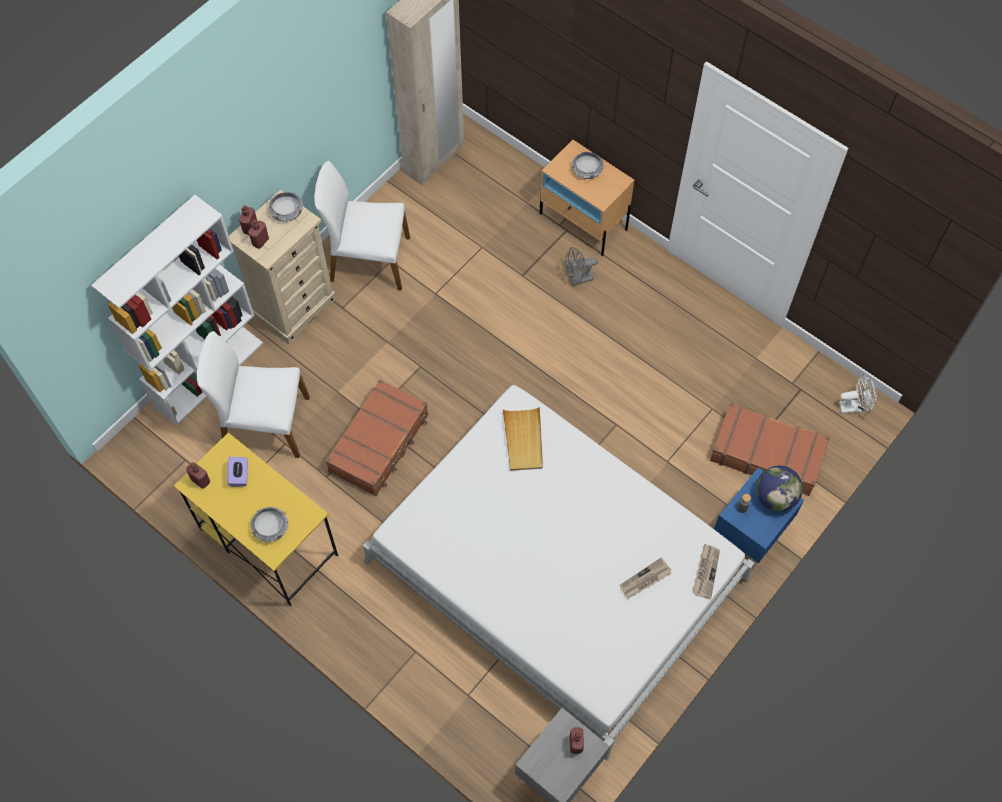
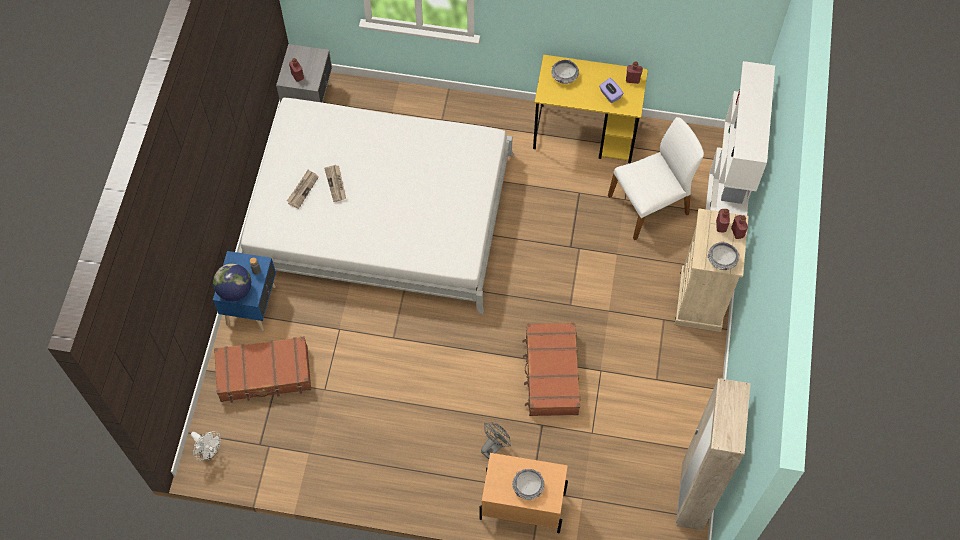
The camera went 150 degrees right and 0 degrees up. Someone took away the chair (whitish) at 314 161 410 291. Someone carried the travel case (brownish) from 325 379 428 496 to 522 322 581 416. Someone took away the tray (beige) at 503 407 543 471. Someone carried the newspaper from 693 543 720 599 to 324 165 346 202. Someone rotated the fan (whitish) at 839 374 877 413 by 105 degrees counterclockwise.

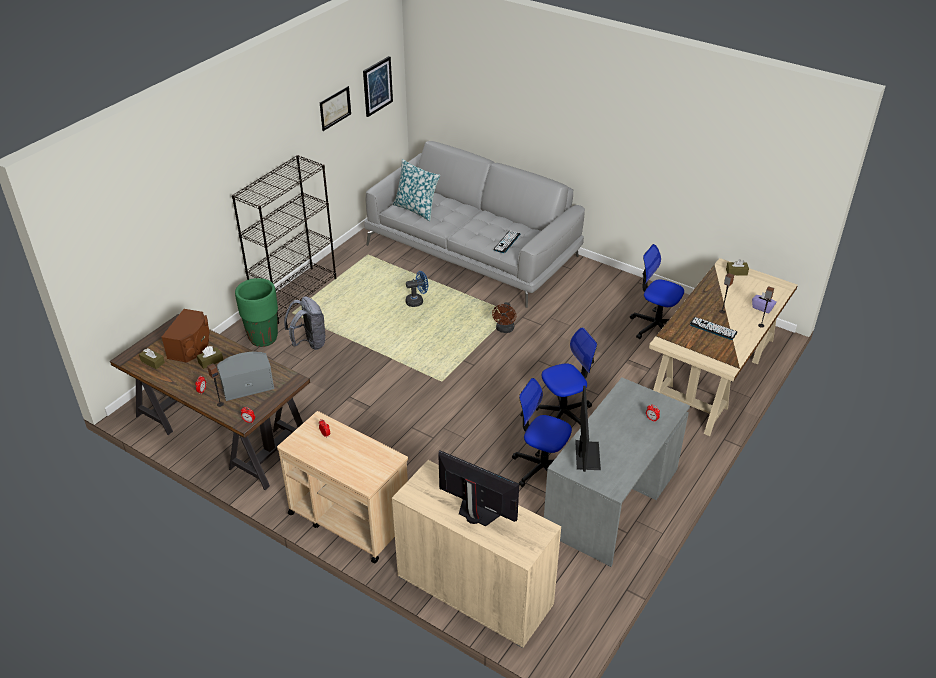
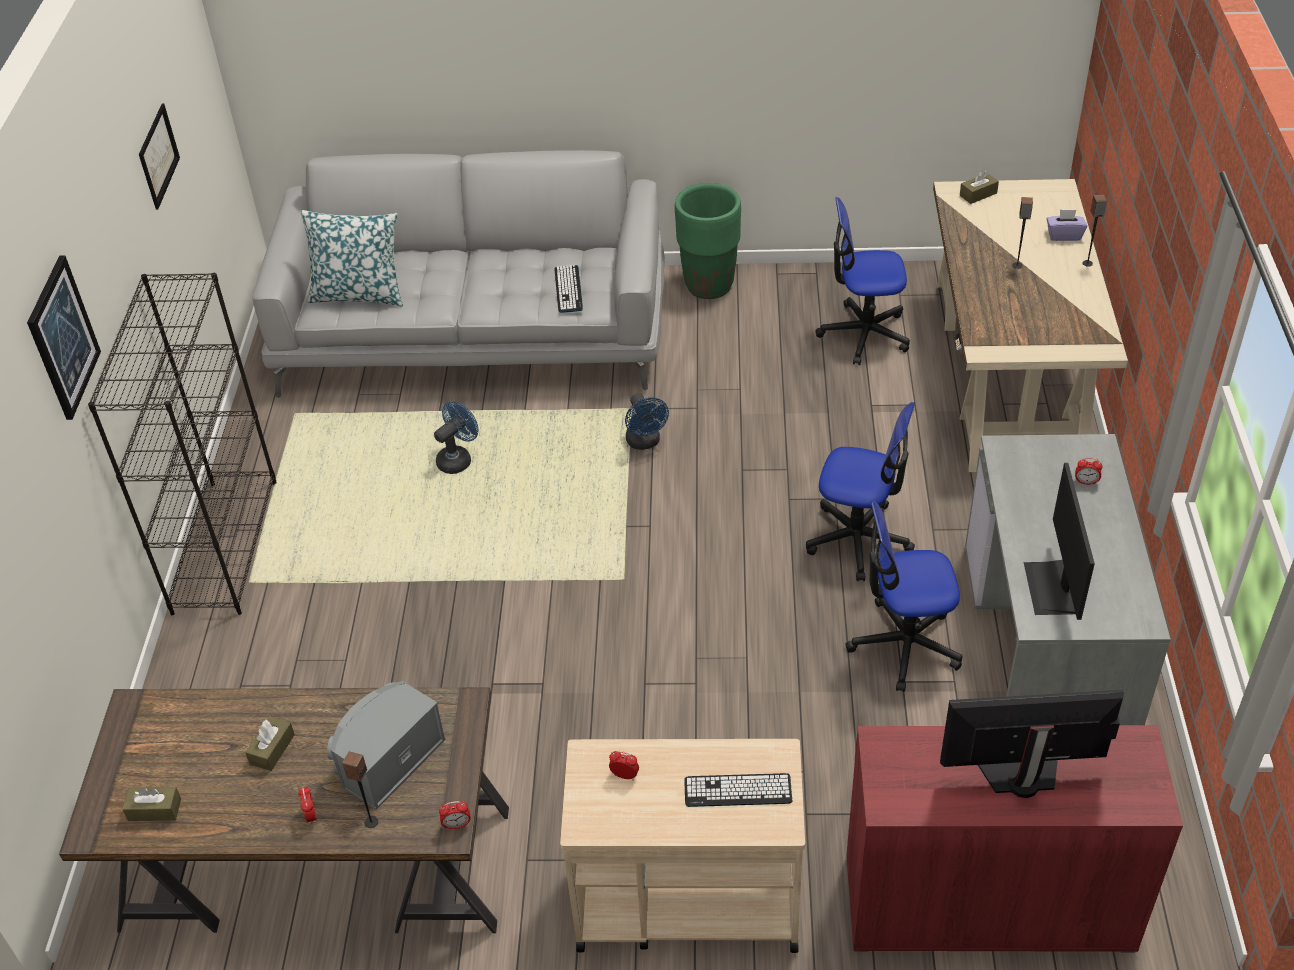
The camera went 30 degrees left and 5 degrees up. Someone took away the loudspeaker (brownish) at 161 309 210 363. Someone carried the plant pot (green) from 235 278 278 347 to 675 183 741 299. Someone took away the backpack (greyish) at 284 296 325 350. Someone carried the wall art from 363 56 393 117 to 27 255 101 420. Someone repainted the storage cabinet (beige) at 392 460 561 648, which became the storage cabinet (red-coloured) at 846 725 1183 953. Someone repainted the fan (brownish) at 492 302 516 333, which became the fan (blue) at 625 393 669 450. Someone rotated the computer chair at 536 327 597 424 by 75 degrees clockwise. Someone rotated the monitor at 575 386 601 472 by 150 degrees counterclockwise. Someone carried the PC keyboard from 690 317 737 340 to 684 773 792 807.

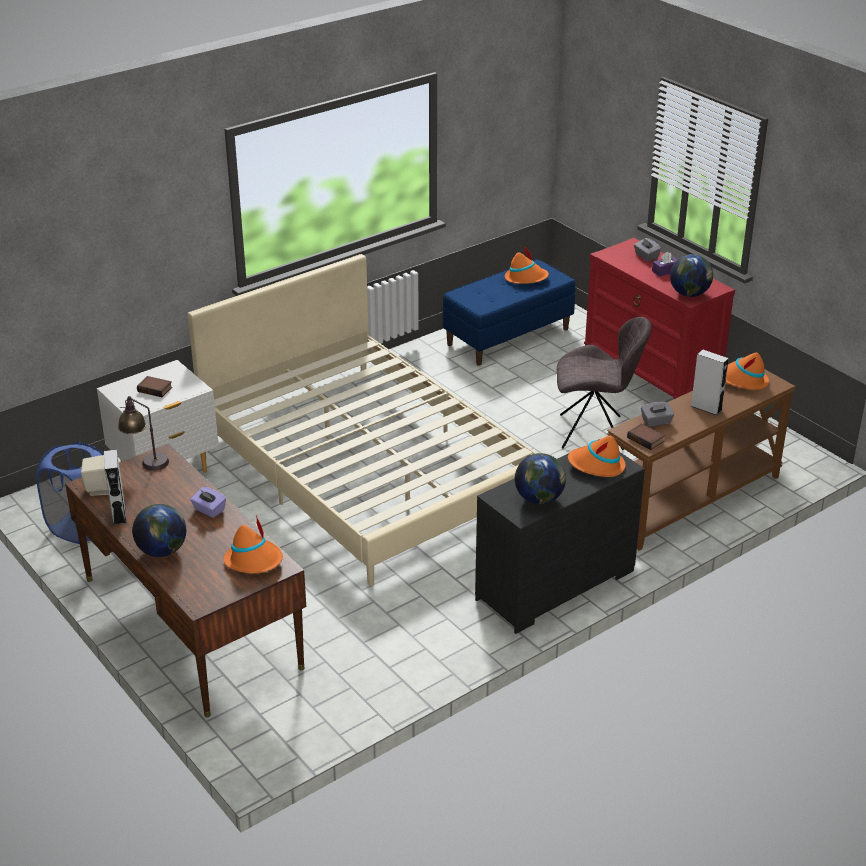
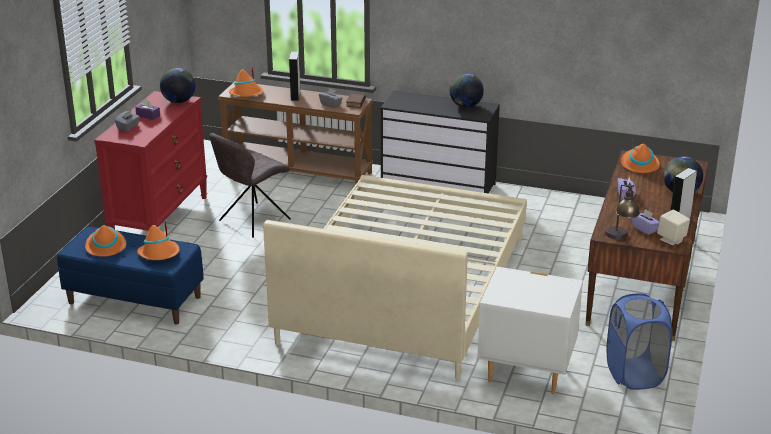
The camera went 125 degrees left and 5 degrees down. Someone took away the volume at 137 376 172 397. Someone rotated the chair (greyish) at 557 317 652 450 by 105 degrees counterclockwise. Someone carried the hat (orangey) from 568 436 626 477 to 137 222 179 260. Someone put down the tissue holder (purple) at 632 209 659 235.

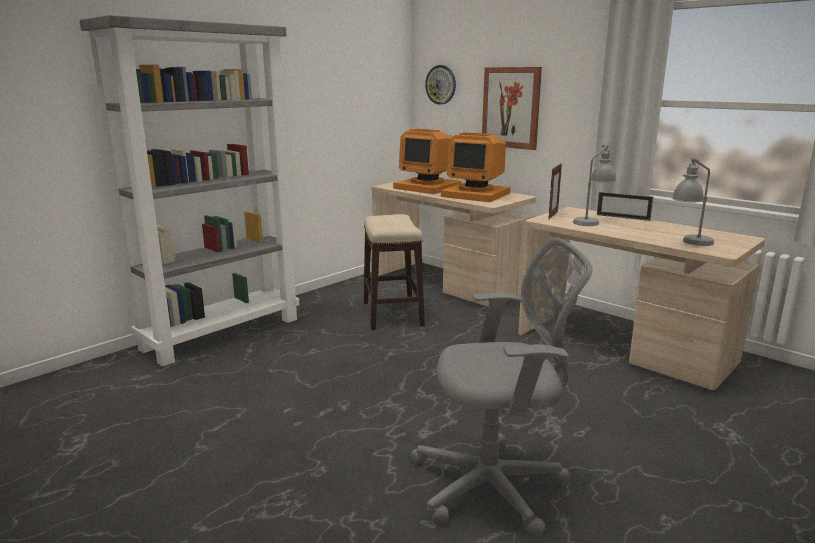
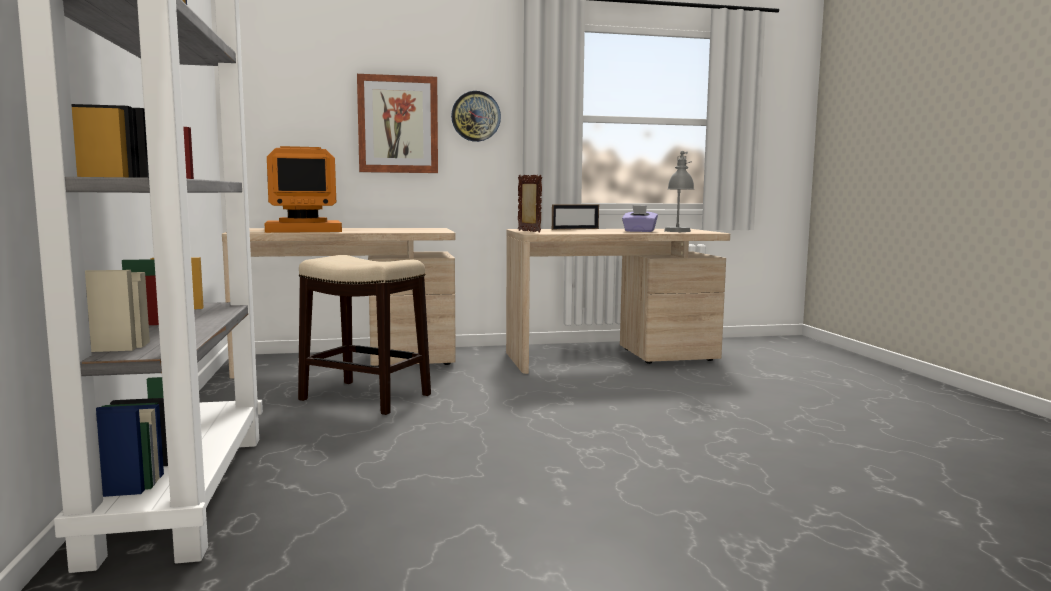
The camera went 55 degrees left and 10 degrees down. Someone took away the computer chair (greyish) at 410 238 593 538. Someone carried the clock on the wall from 425 65 456 105 to 451 91 501 142. Someone took away the monitor at 441 132 510 202. Someone took away the lamp for a table (greyish) at 573 144 616 226. Someone put down the tissue holder (purple) at 622 205 658 232.

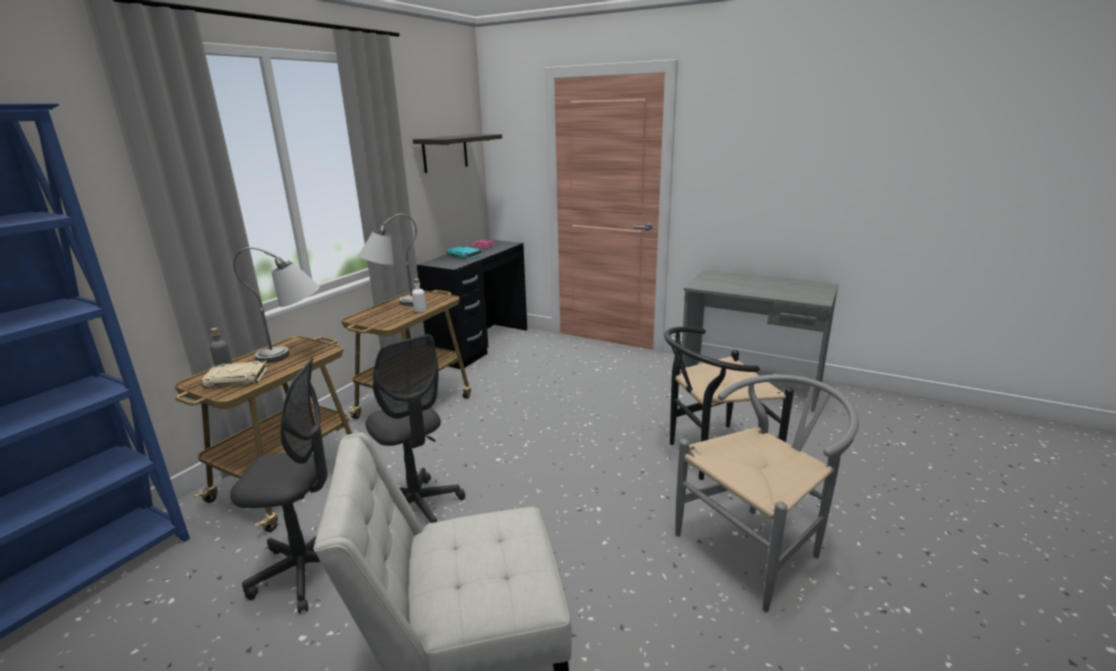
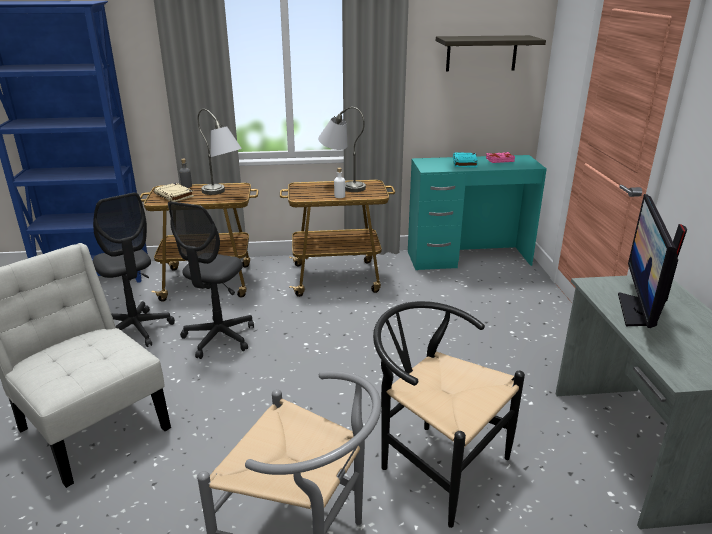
The camera went 55 degrees right and 5 degrees up. Someone repainted the desk unit (black) at 417 240 527 369, which became the desk unit (turquoise) at 408 155 547 270. Someone put down the monitor at 618 194 687 328.

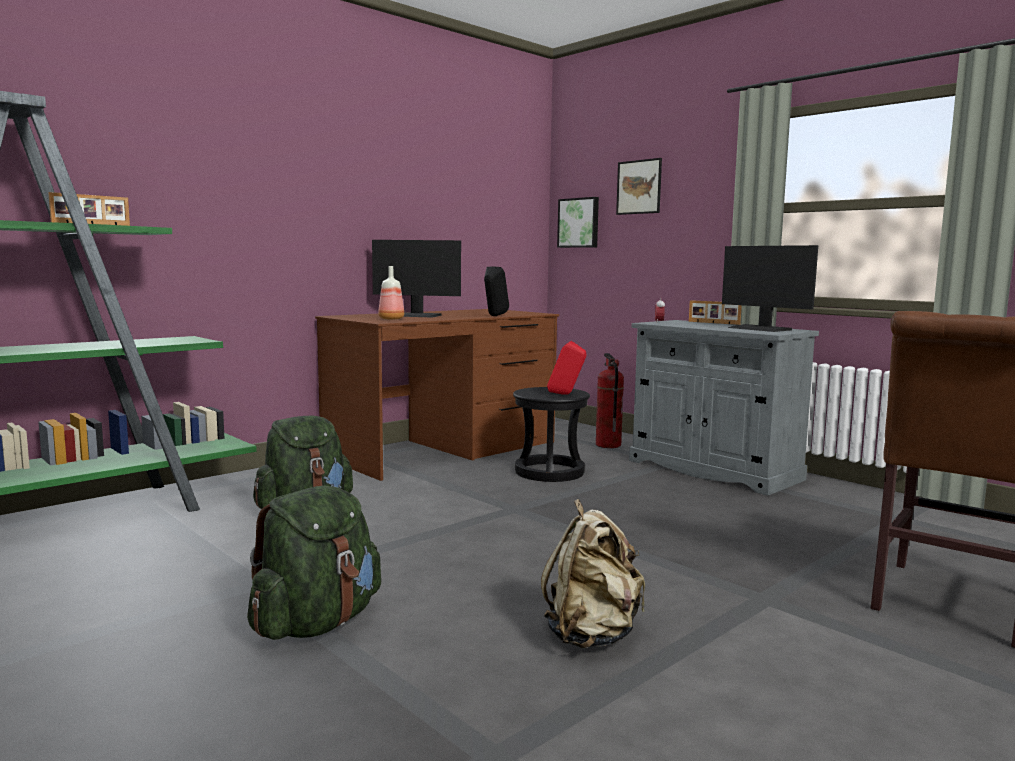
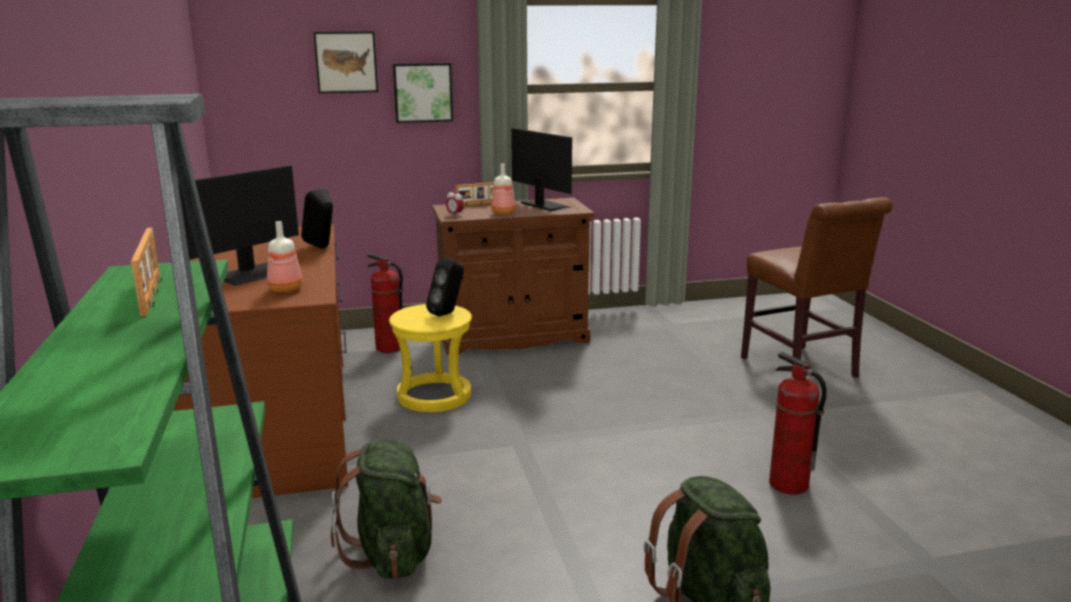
The camera went 60 degrees left and 10 degrees up. Someone repainted the stool (black) at 513 387 590 482, which became the stool (yellow) at 389 304 472 412. Someone swapped the backpack (beige) at 541 499 645 648 for the fire extinguisher at 769 352 827 495. Someone repainted the loudspeaker (red-coloured) at 547 341 586 395, which became the loudspeaker (black) at 426 258 464 317. Someone carried the wall art from 557 197 599 248 to 393 63 453 123. Someone repainted the storage cabinet (greyish) at 629 320 819 495, which became the storage cabinet (brownish) at 432 198 595 356. Someone rotated the monitor at 722 245 818 332 by 120 degrees counterclockwise. Someone put down the bottle at 491 163 516 215.

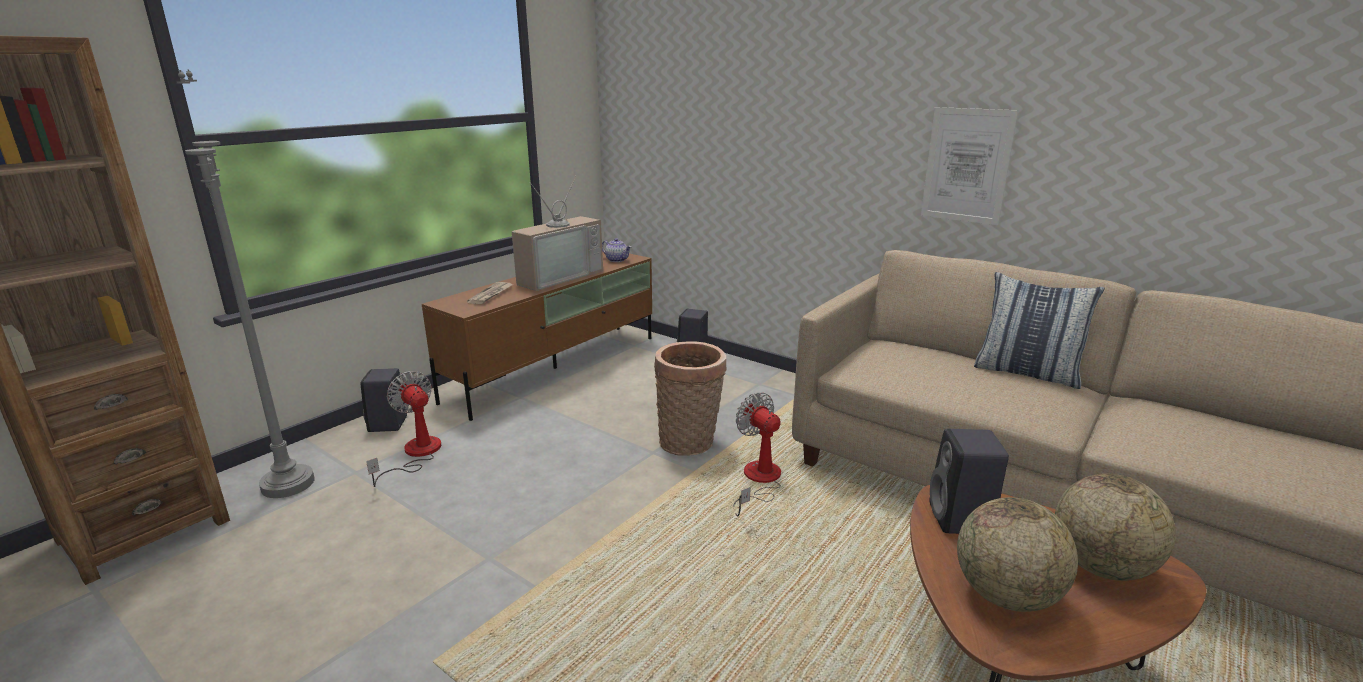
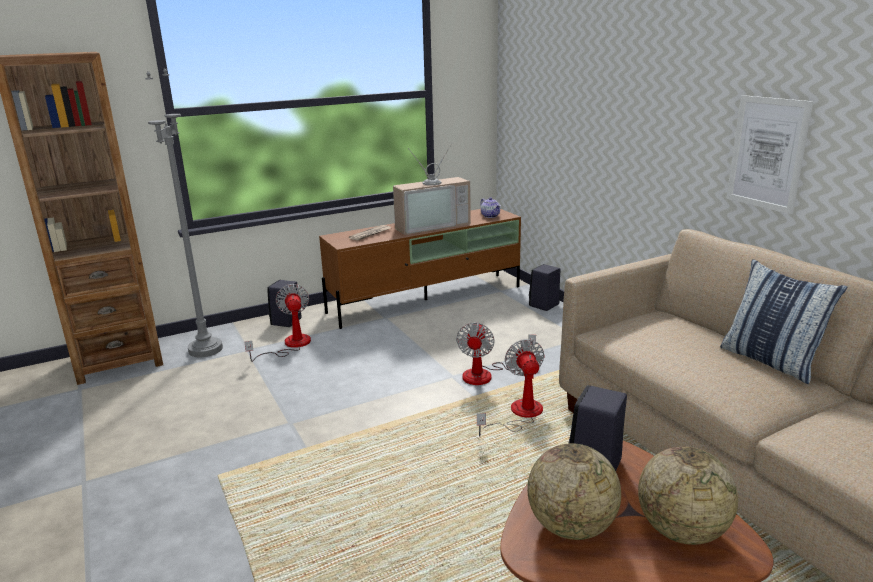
The camera went 25 degrees right and 0 degrees up. Someone swapped the basket at 654 341 727 456 for the fan at 456 322 536 385.

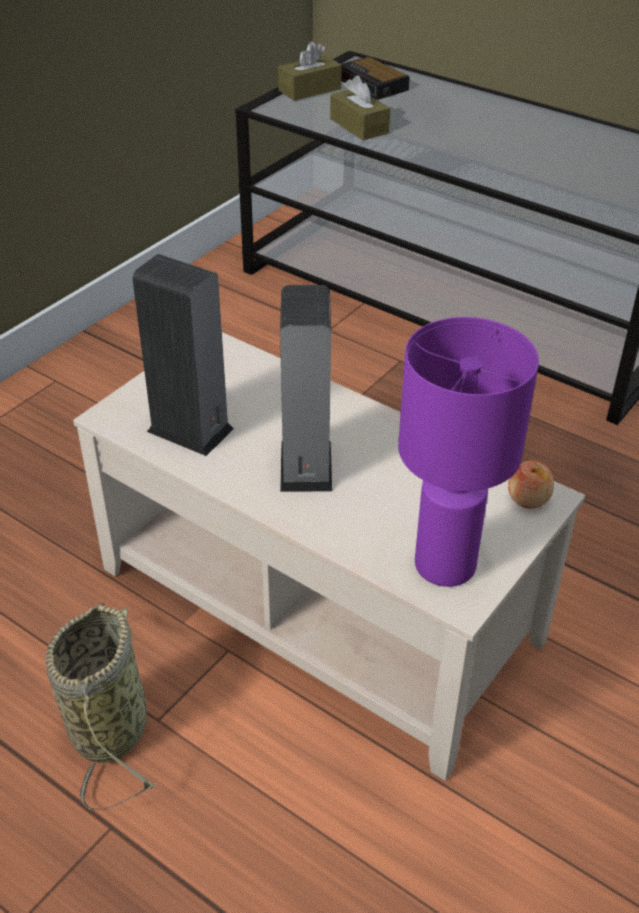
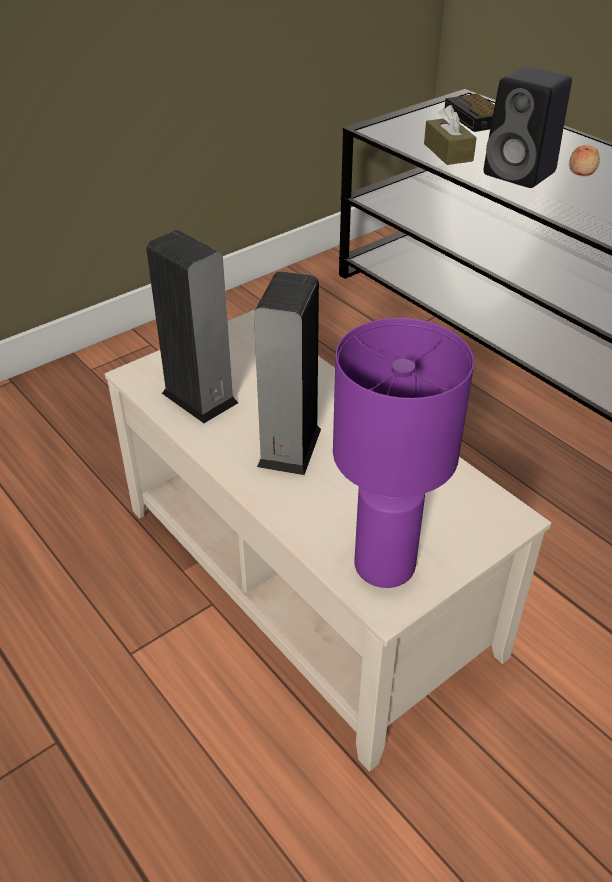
The camera went 15 degrees right and 0 degrees up. Someone took away the basket at 46 603 157 811. Someone took away the tissue holder (brownish) at 278 42 342 101. Someone carried the apple fruit from 508 461 554 509 to 569 145 600 176. Someone put down the loudspeaker (black) at 483 66 572 188.

